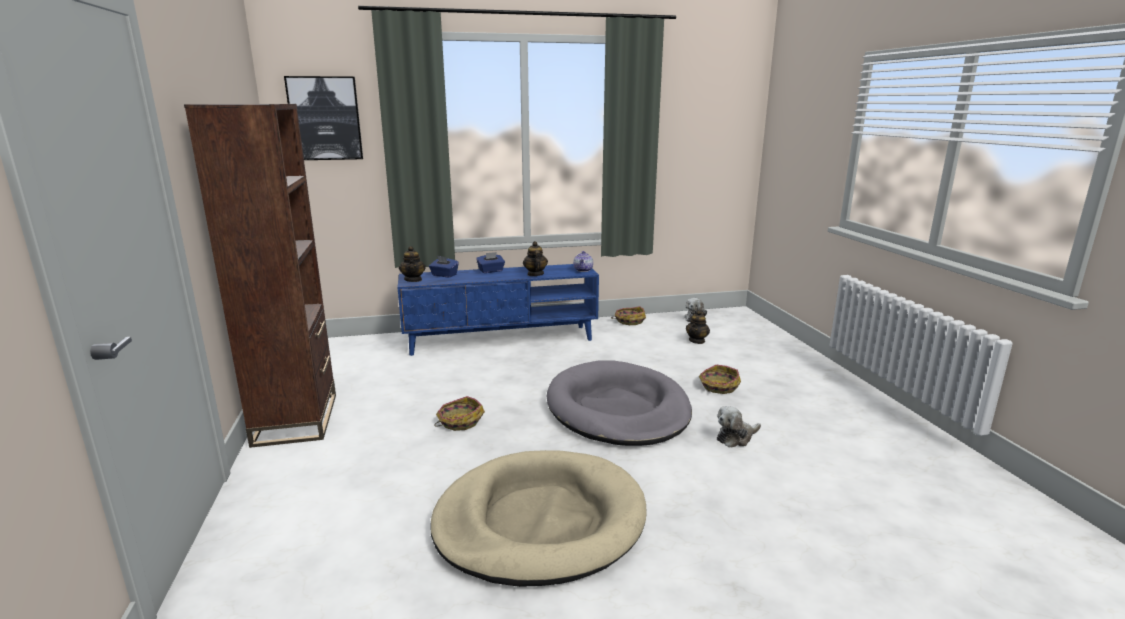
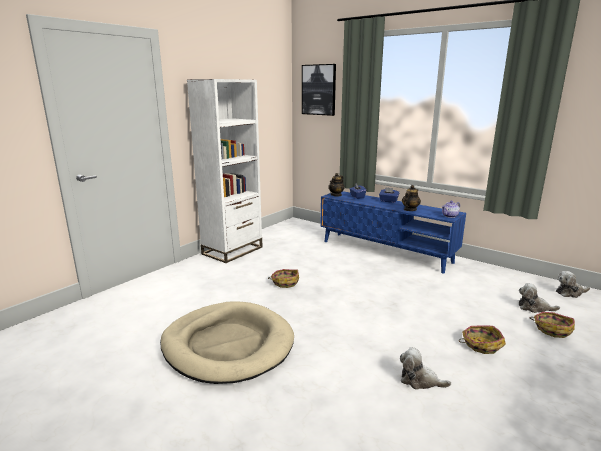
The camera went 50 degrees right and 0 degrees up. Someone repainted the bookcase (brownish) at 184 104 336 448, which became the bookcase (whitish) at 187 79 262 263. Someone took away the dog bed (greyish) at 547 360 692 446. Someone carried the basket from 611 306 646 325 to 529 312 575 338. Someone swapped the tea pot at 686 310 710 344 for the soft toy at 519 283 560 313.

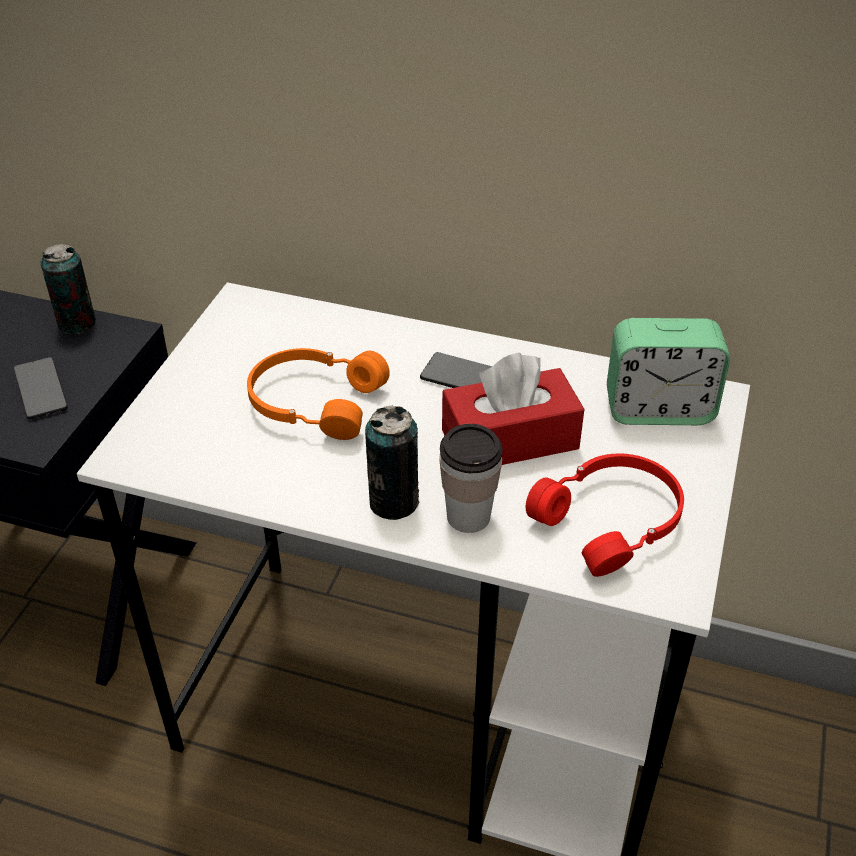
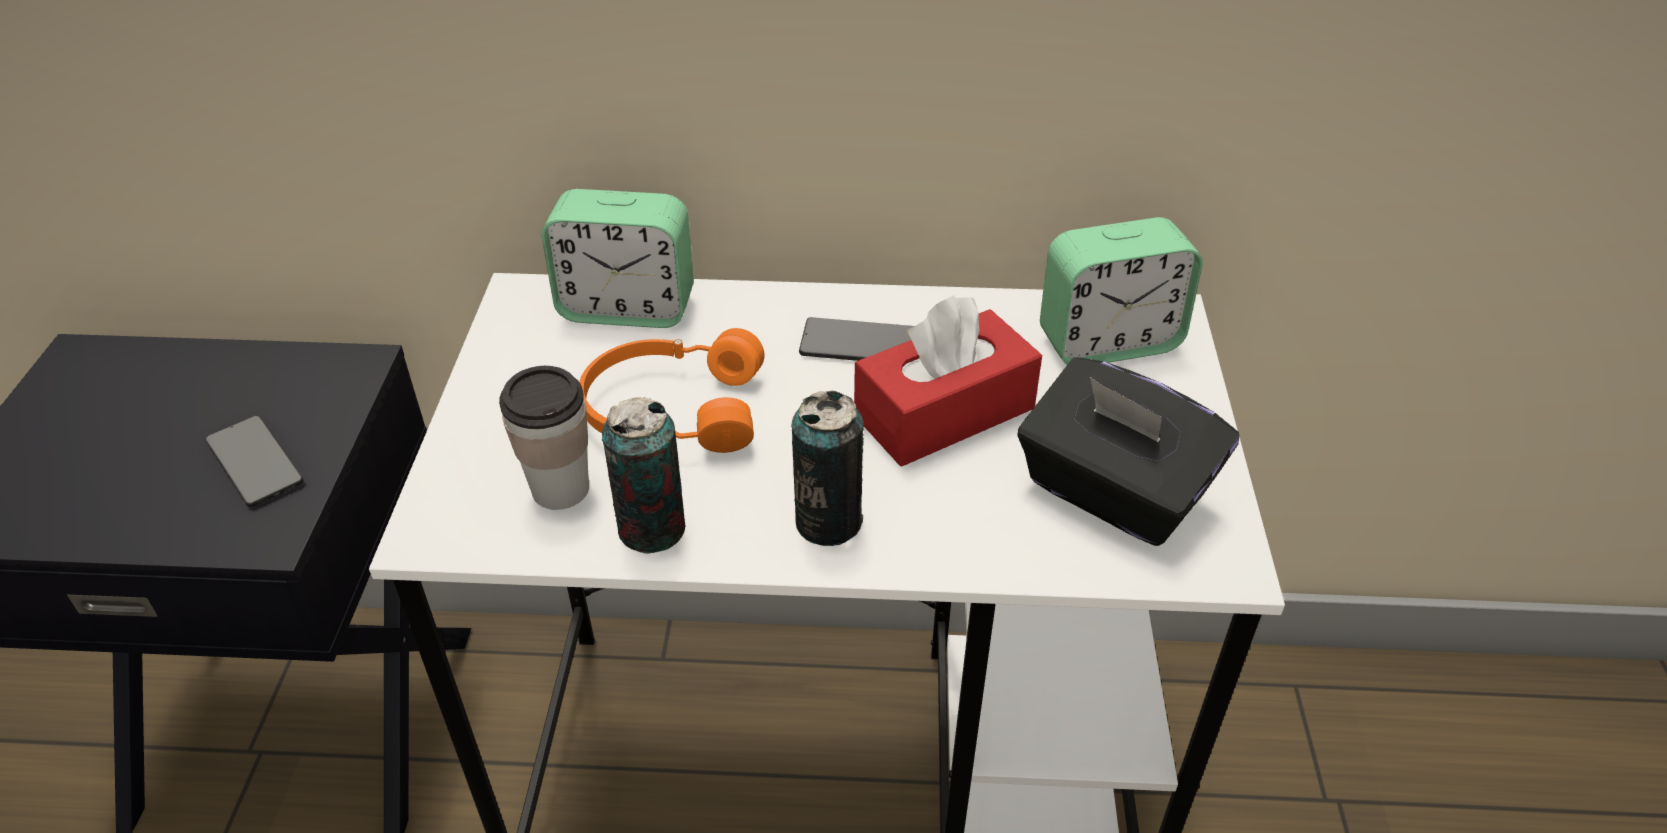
The camera went 15 degrees left and 0 degrees up. Someone carried the can from 40 244 96 334 to 602 397 686 554. Someone carried the small cup from 439 424 503 533 to 499 366 589 510. Someone swapped the pair of headphones (red-coloured) at 526 454 684 577 for the tissue holder (black) at 1017 357 1240 546. Someone put down the alarm clock at 542 189 693 328.

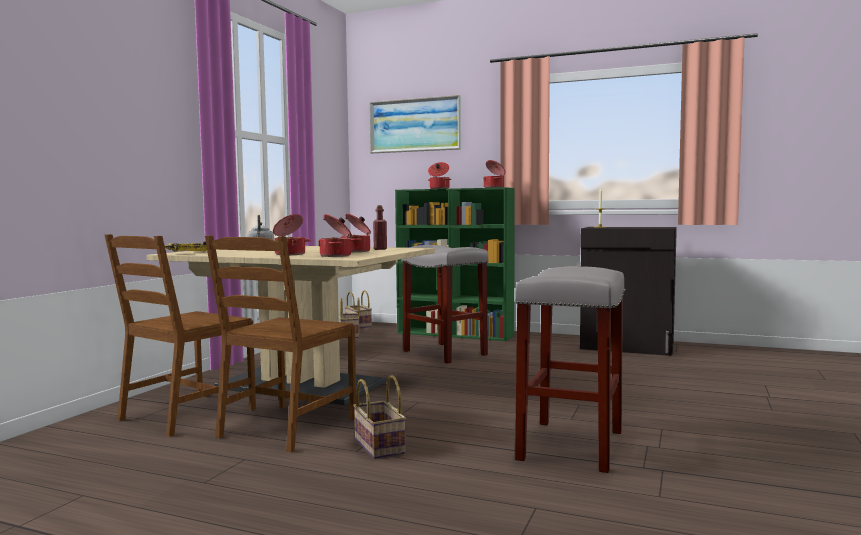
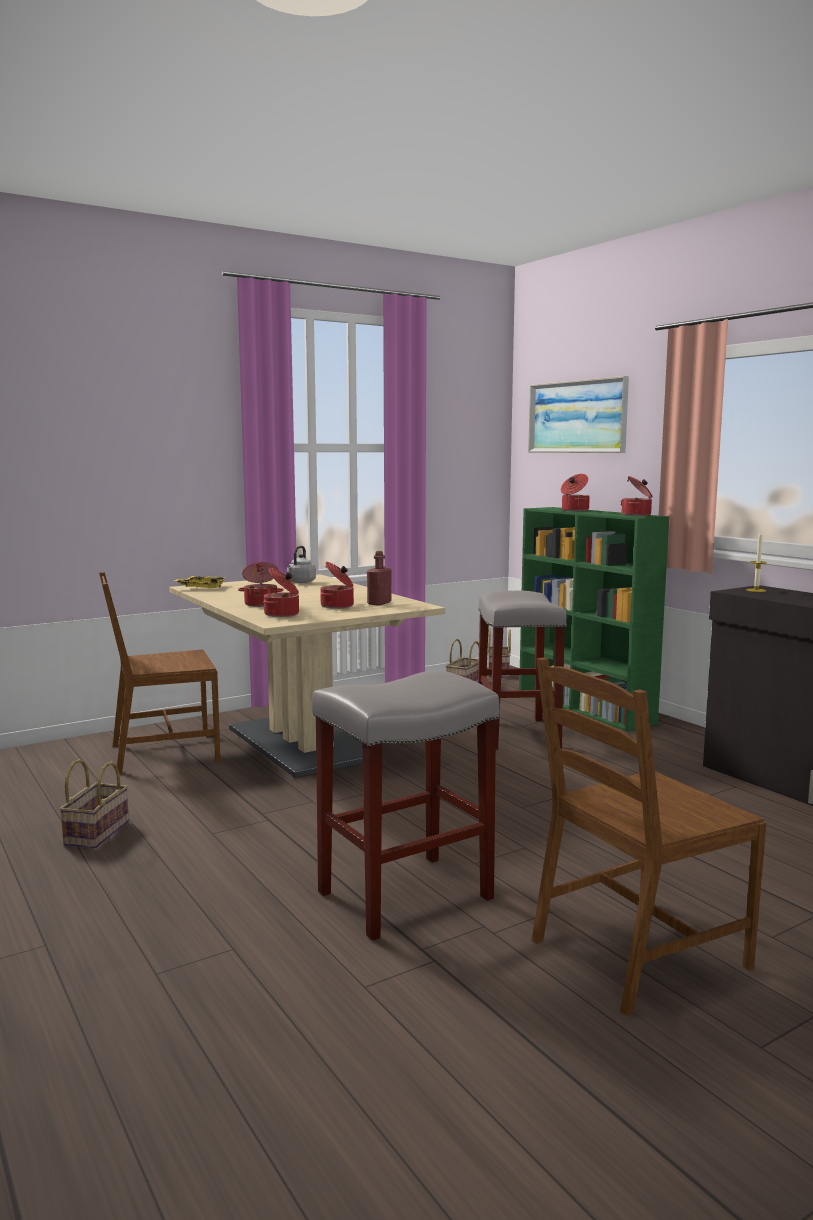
The camera went 35 degrees right and 5 degrees up. Someone carried the chair (brownish) from 205 236 356 452 to 532 657 766 1016. Someone carried the basket from 353 375 406 459 to 59 759 129 849.

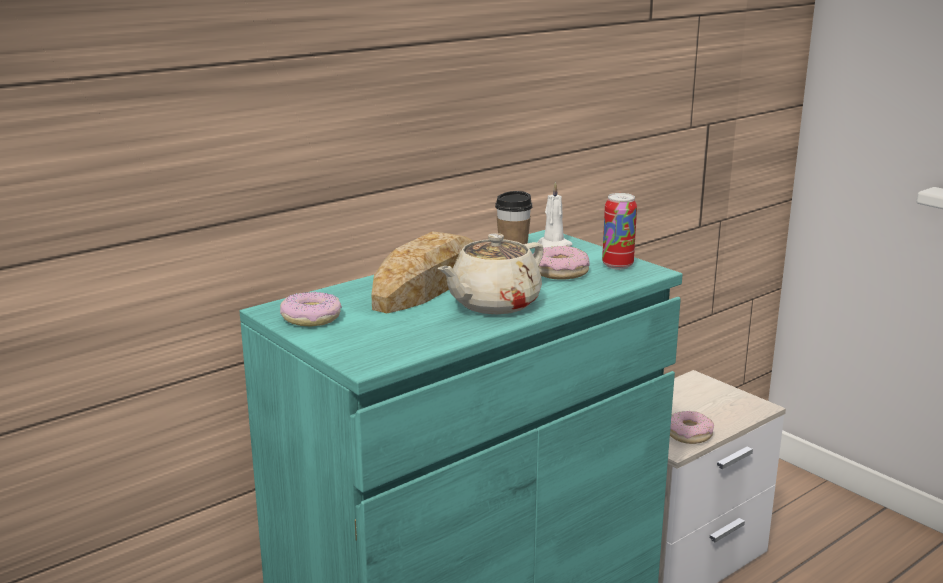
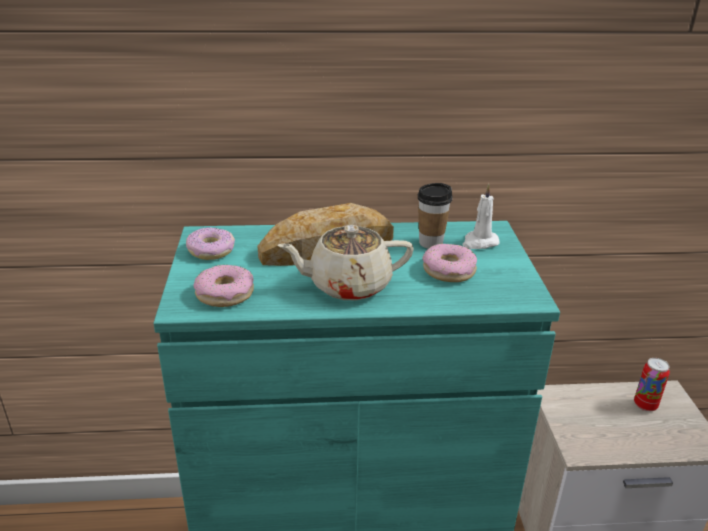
The camera went 35 degrees right and 10 degrees up. Someone carried the can from 602 193 637 270 to 634 358 670 412. Someone carried the doughnut from 670 411 714 444 to 194 265 254 307.

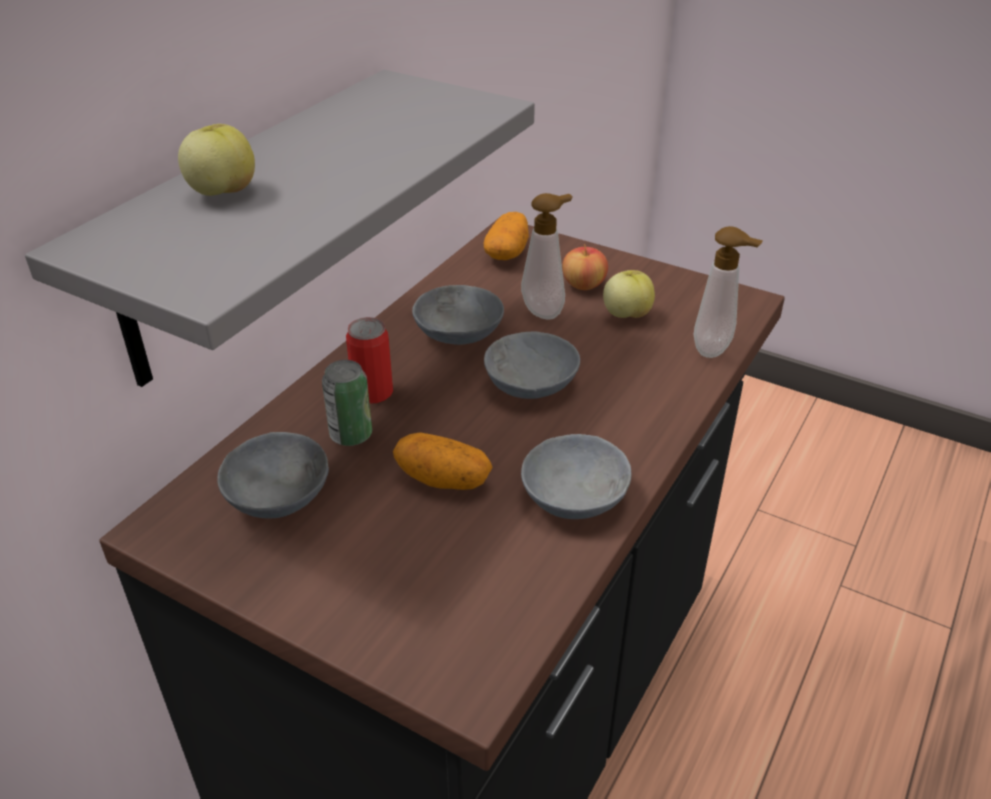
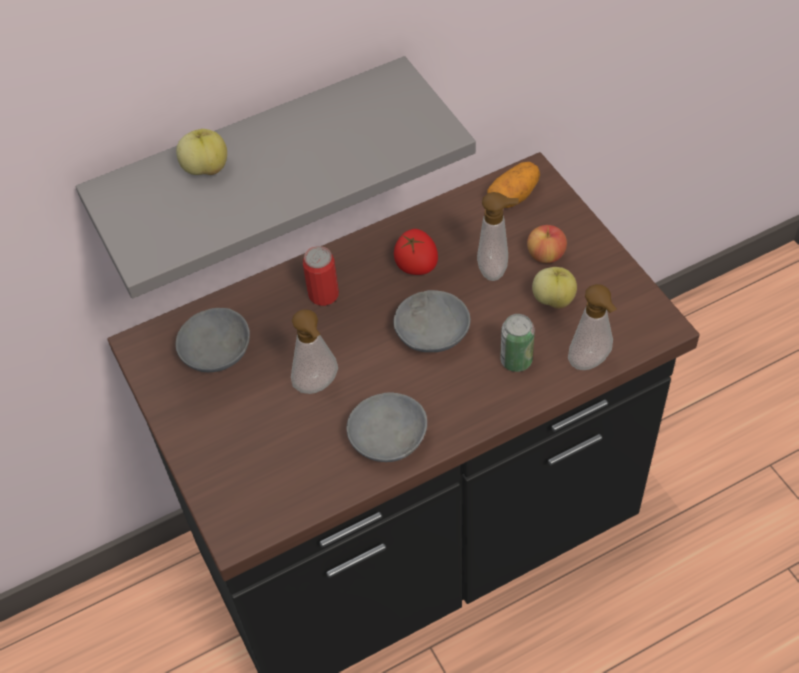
The camera went 35 degrees right and 15 degrees up. Someone carried the can from 322 360 372 446 to 500 314 535 372. Someone swapped the spud at 393 432 493 490 for the soap bottle at 291 309 338 394. Someone swapped the deep dish (greyish) at 412 285 504 345 for the whole tomato at 394 229 438 275.

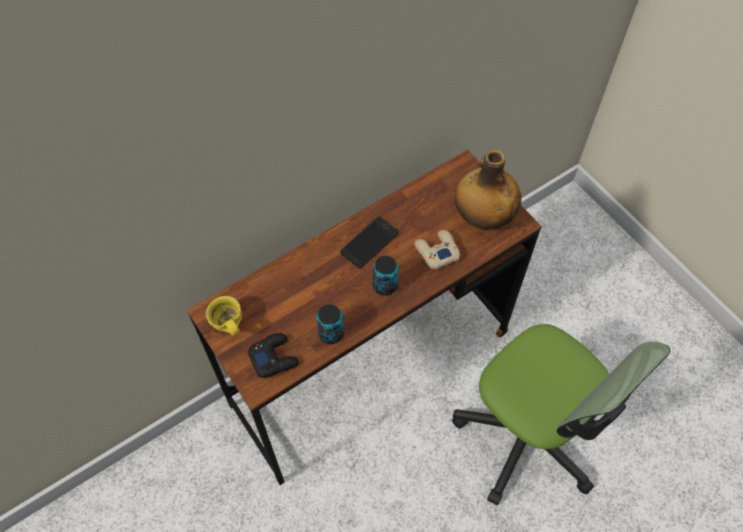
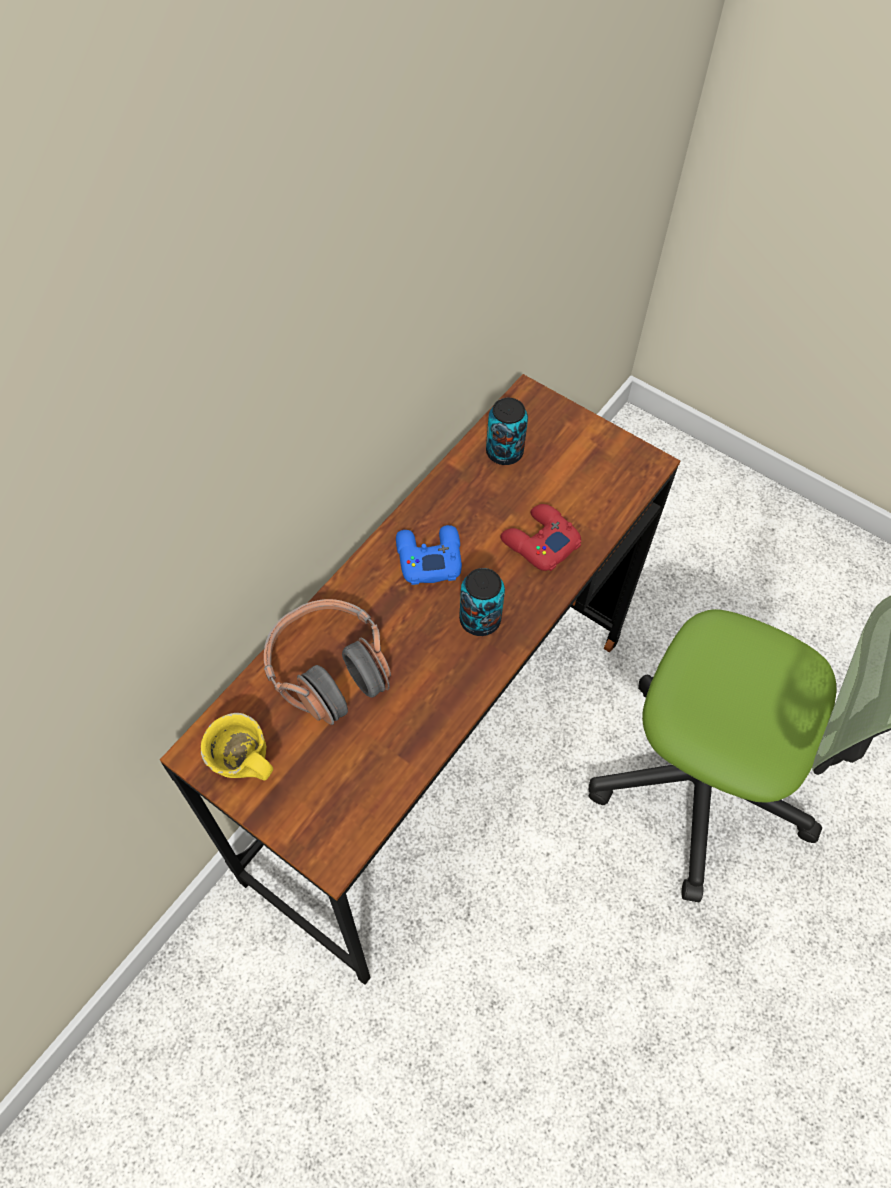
The camera went 20 degrees left and 0 degrees up. Someone took away the game controller (black) at 247 333 299 378. Someone carried the can from 316 304 344 344 to 486 398 528 465. Someone swapped the telephone at 340 217 399 269 for the game controller (blue) at 396 525 462 585. Someone repainted the game controller (beige) at 414 230 460 270, which became the game controller (red-coloured) at 500 504 582 571. Someone took away the bottle at 455 150 521 230. Someone put down the pair of headphones at 264 599 391 725.

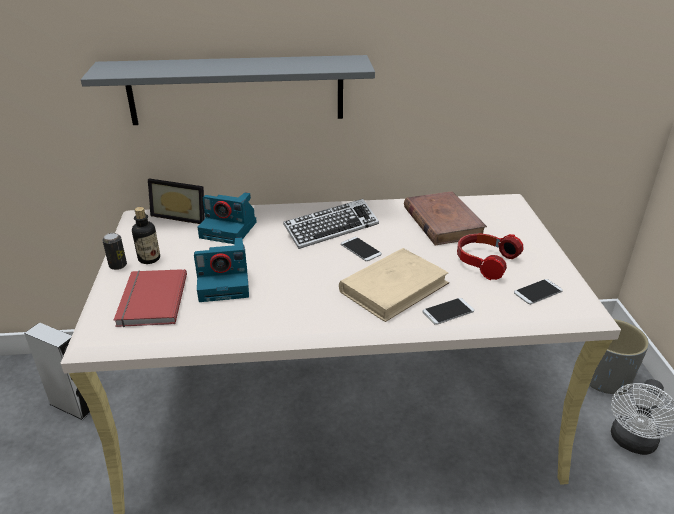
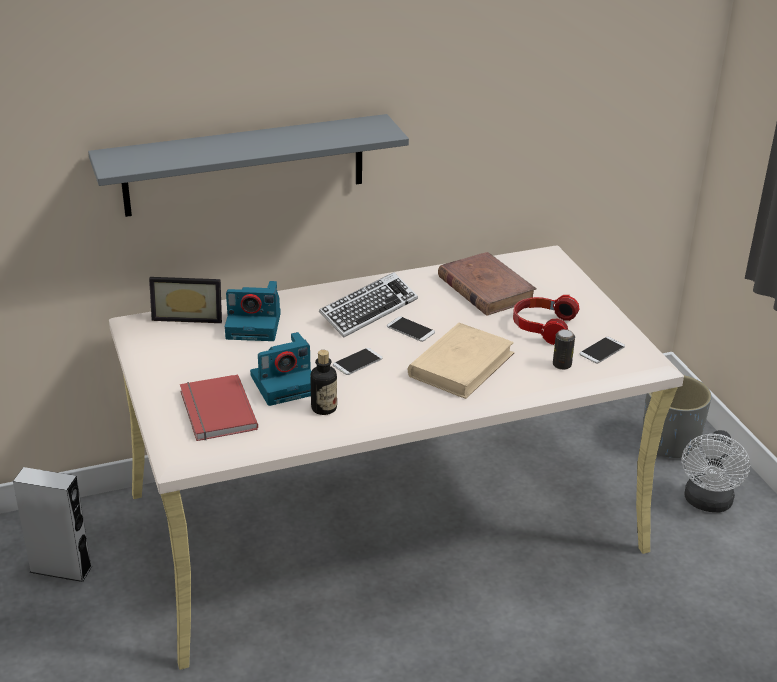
The camera went 15 degrees left and 0 degrees up. Someone carried the can from 102 233 127 270 to 553 329 575 370. Someone carried the bottle from 132 207 160 264 to 310 350 337 415. Someone carried the telephone from 423 298 474 325 to 333 348 383 375.

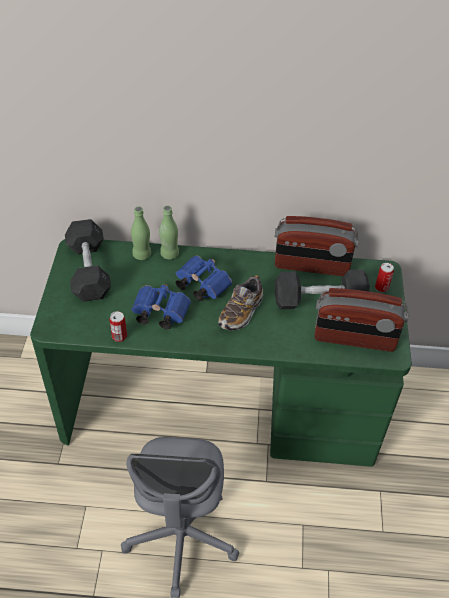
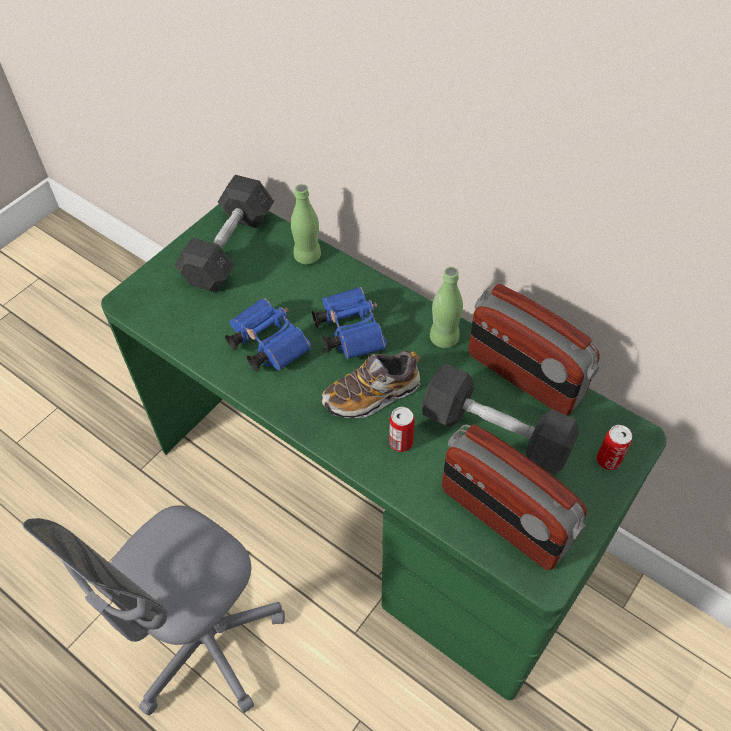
The camera went 35 degrees right and 5 degrees up. Someone carried the can from 109 311 127 342 to 389 407 415 452. Someone carried the bottle (green) from 159 206 179 260 to 430 267 463 348.

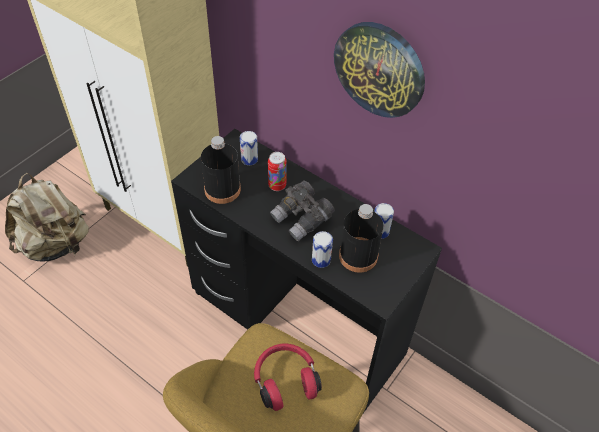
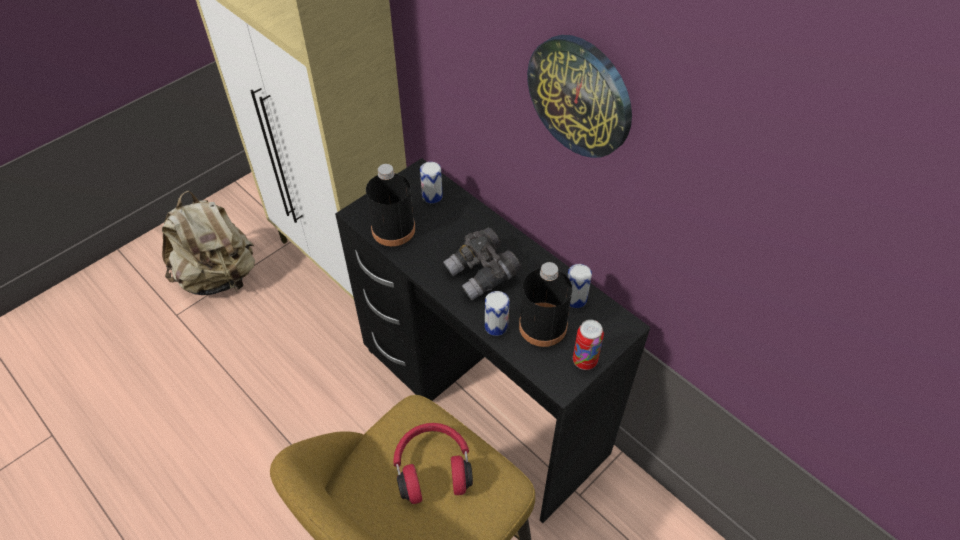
The camera went 10 degrees right and 0 degrees up. Someone carried the can from 268 152 287 191 to 573 320 604 370.

